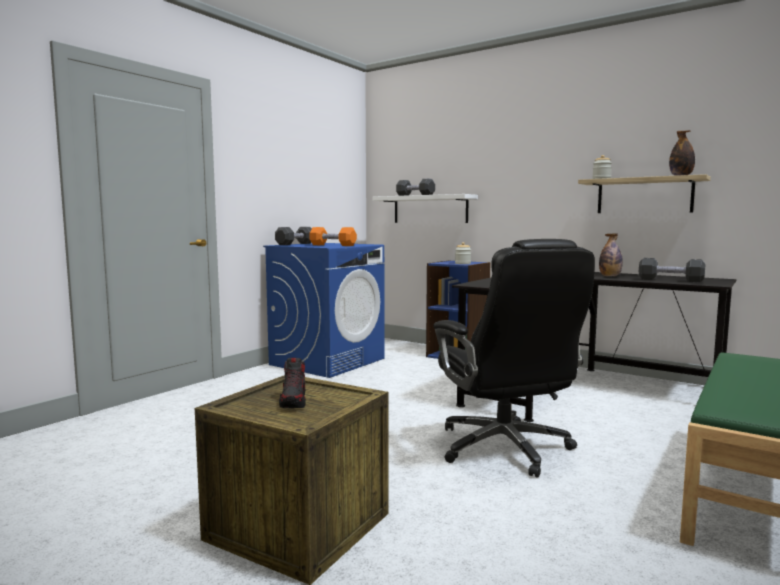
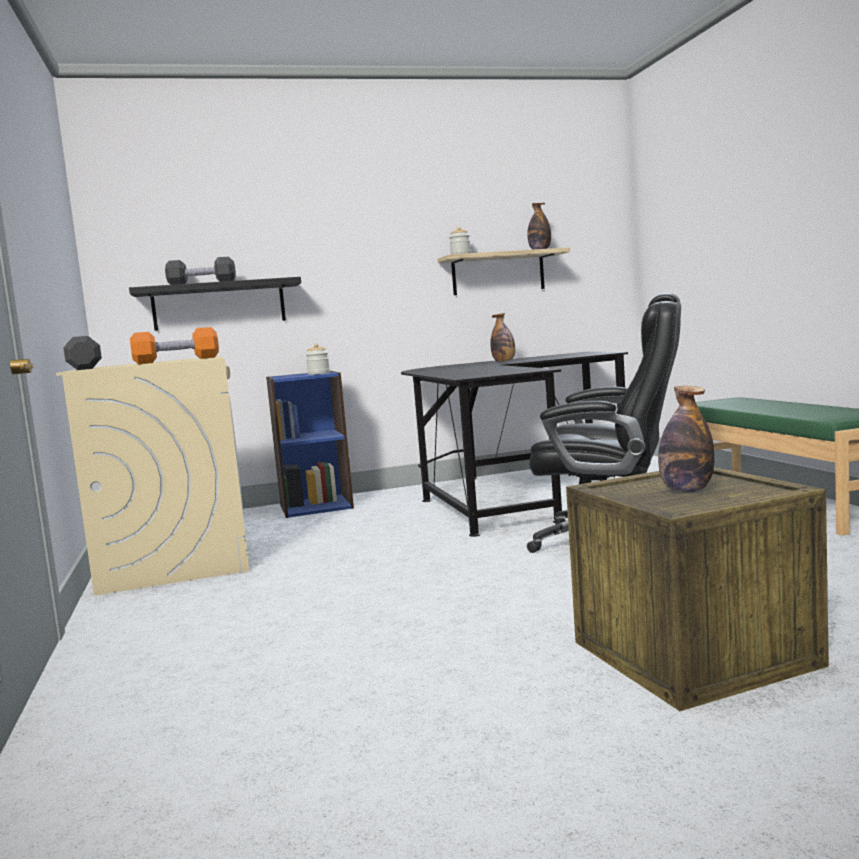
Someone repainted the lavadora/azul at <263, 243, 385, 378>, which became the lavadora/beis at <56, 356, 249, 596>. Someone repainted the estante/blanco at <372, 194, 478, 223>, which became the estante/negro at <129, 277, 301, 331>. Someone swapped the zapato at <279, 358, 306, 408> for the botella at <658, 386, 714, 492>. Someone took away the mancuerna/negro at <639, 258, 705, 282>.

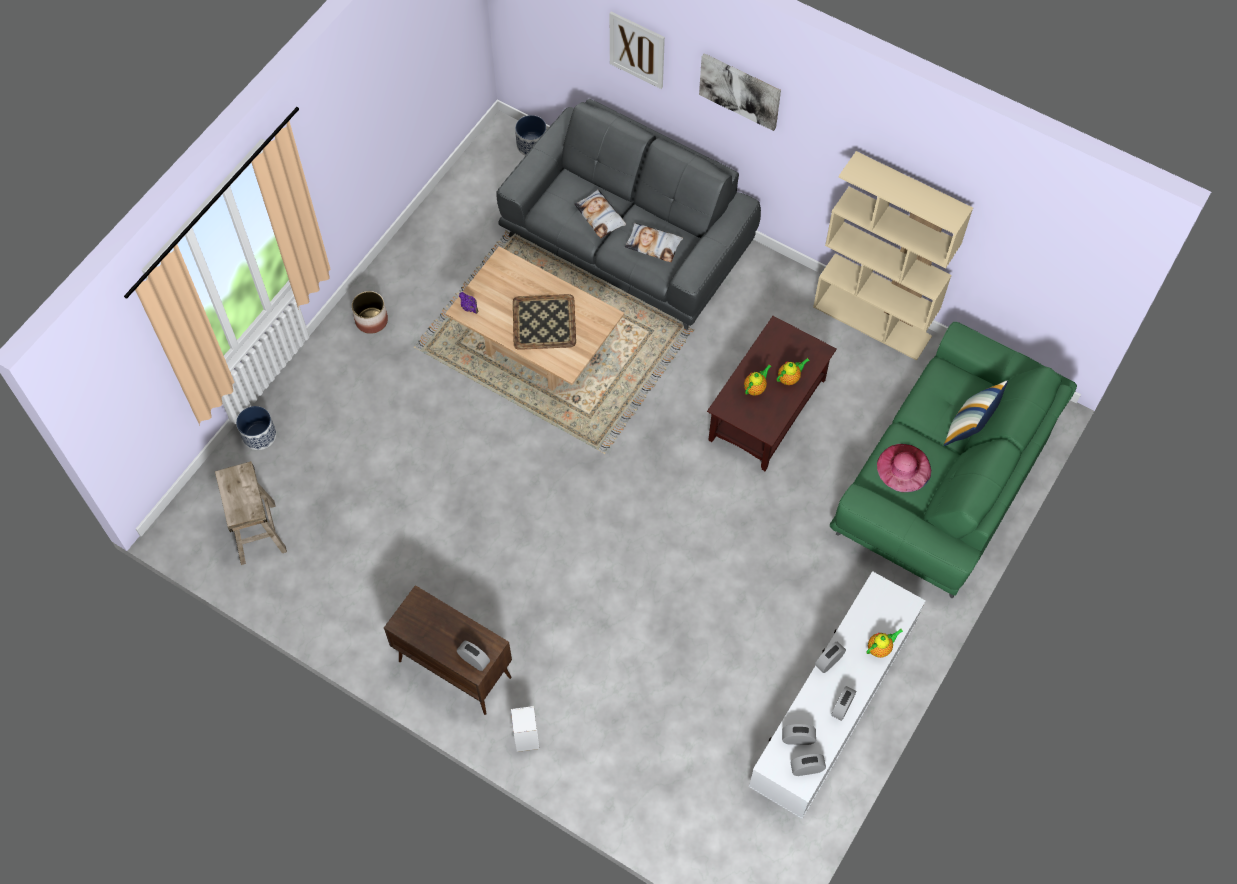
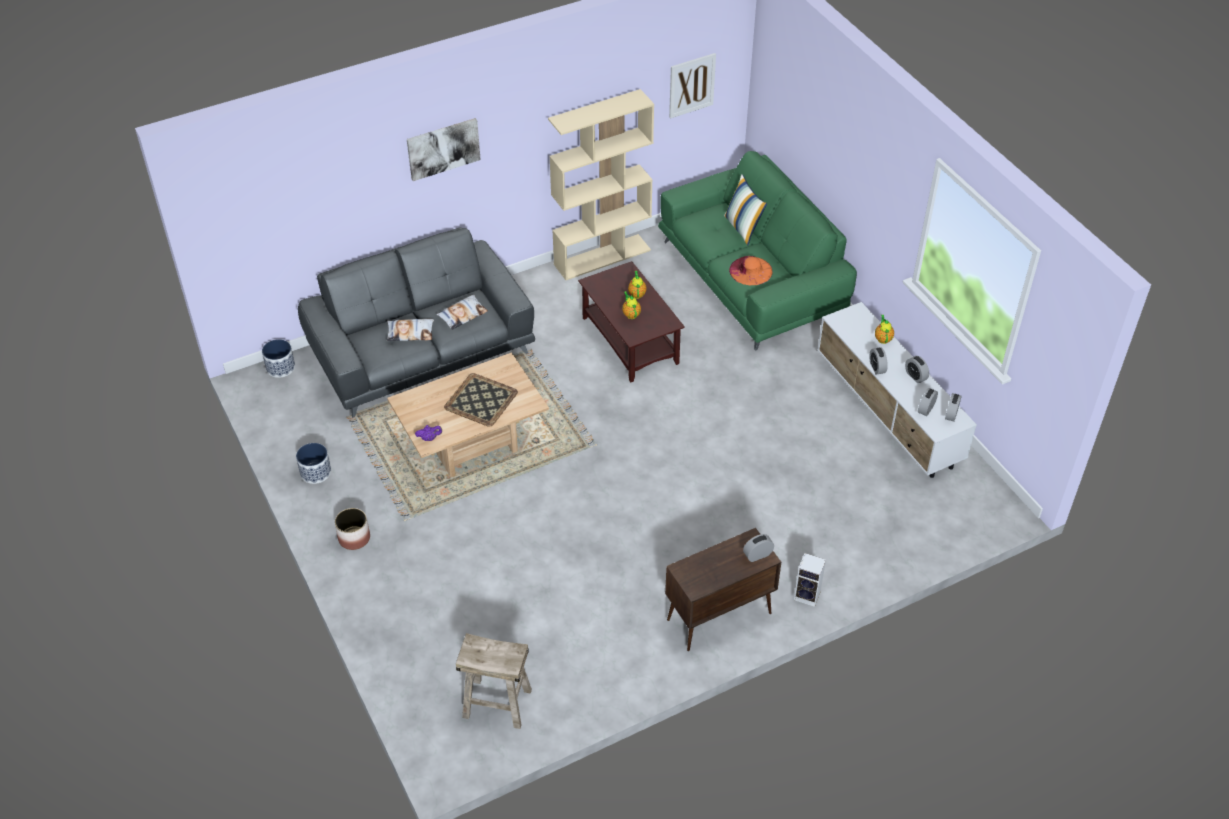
Someone carried the maceta from <236, 406, 276, 450> to <296, 443, 331, 484>. Someone carried the cuadro from <610, 12, 665, 89> to <669, 53, 716, 119>. Someone repainted the sombrero/rosa at <877, 444, 931, 492>, which became the sombrero/naranja at <729, 256, 772, 286>.

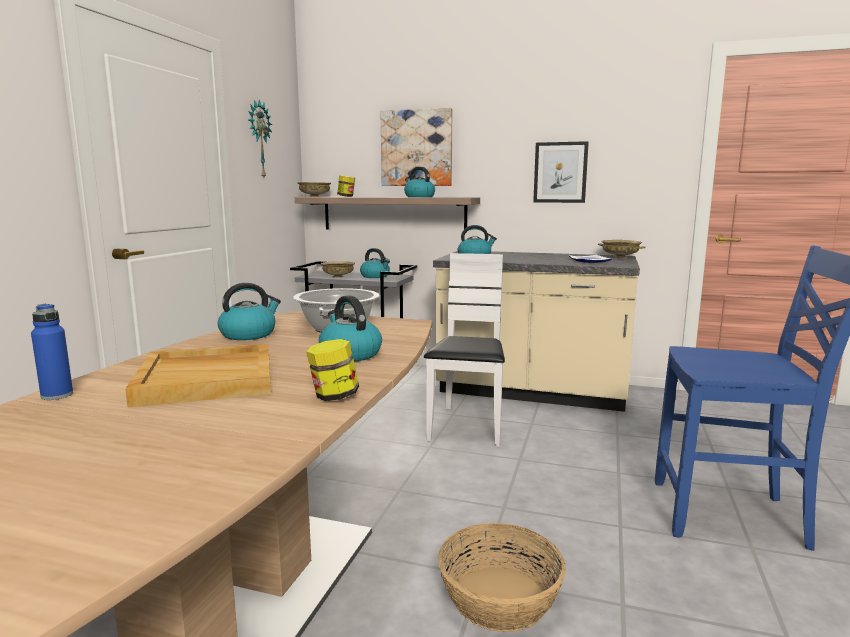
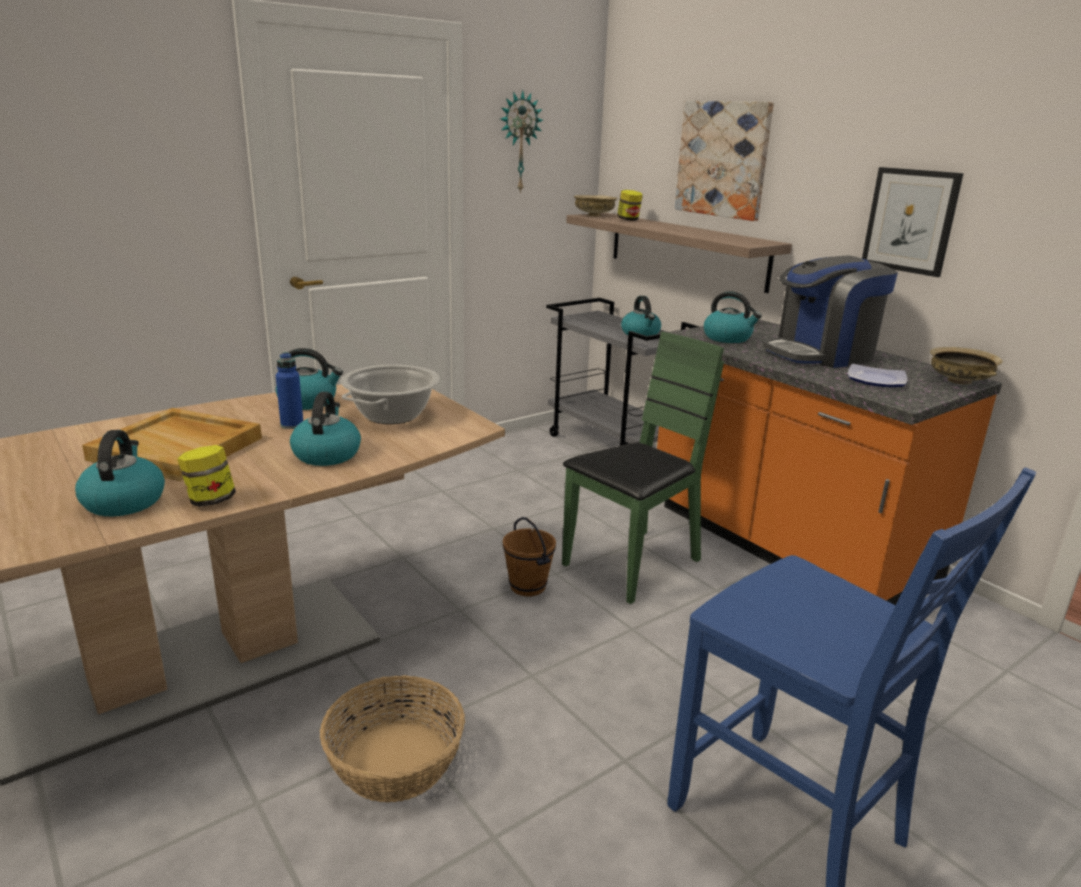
Someone carried the hervidor from <404, 167, 435, 197> to <75, 430, 165, 516>. Someone carried the botella/azul from <31, 304, 73, 400> to <276, 352, 303, 429>. Someone put down the cubo/marrón at <503, 517, 556, 597>. Someone repainted the silla/blanco at <424, 253, 505, 447>, which became the silla/verde at <562, 332, 724, 604>. Someone repainted the mueble bajo de cocina/beis at <433, 251, 640, 412>, which became the mueble bajo de cocina/naranja at <657, 319, 1002, 605>. Someone put down the cafetera at <763, 256, 898, 368>. Someone took away the cuenco/beis at <321, 261, 355, 278>.

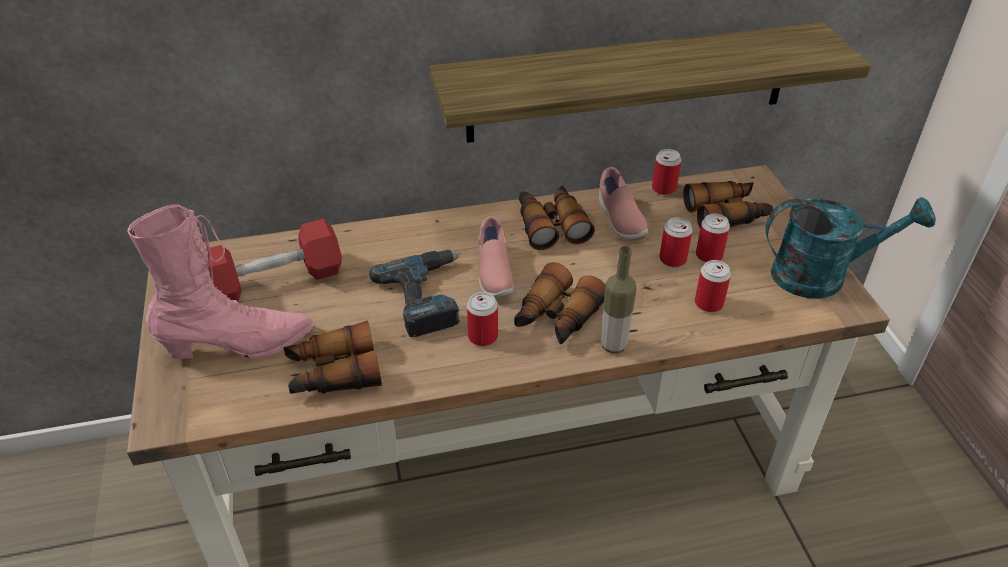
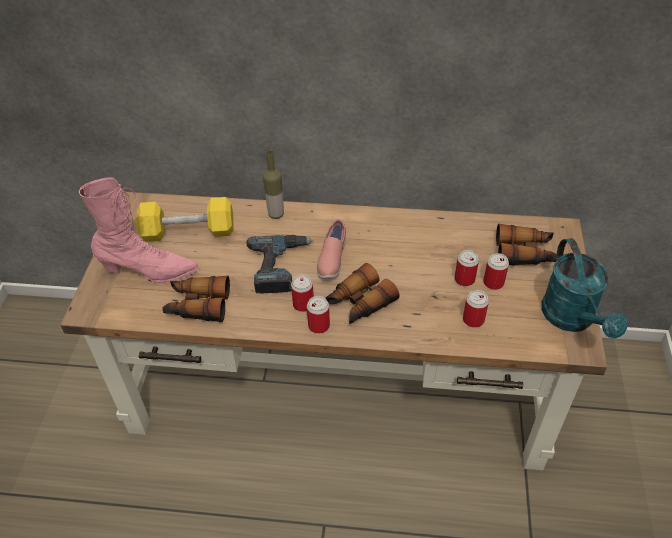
Someone repainted the mancuerna/rojo at <205, 219, 342, 302>, which became the mancuerna/amarillo at <136, 197, 234, 242>. Someone carried the botella from <601, 246, 637, 354> to <263, 151, 284, 219>. Someone carried the lata from <652, 149, 682, 195> to <307, 296, 330, 333>. Someone rotated the regadera/turquesa at <765, 197, 936, 298> by 60 degrees clockwise. Someone took away the estante at <429, 23, 871, 143>. Someone took away the prismáticos at <519, 186, 595, 250>. Someone took away the zapato/rosa at <599, 167, 648, 239>.

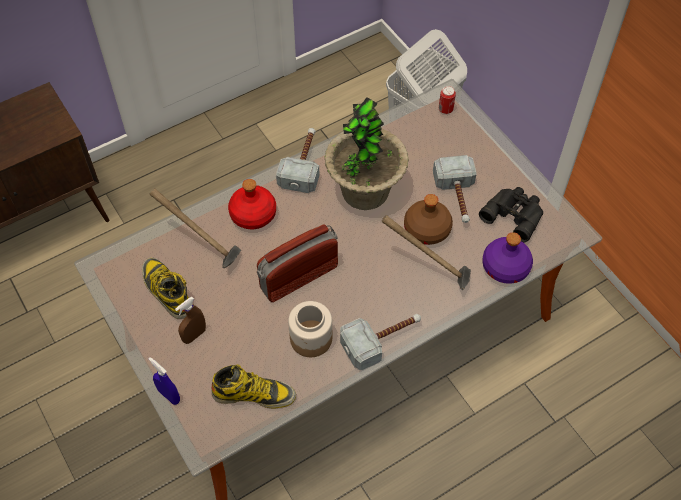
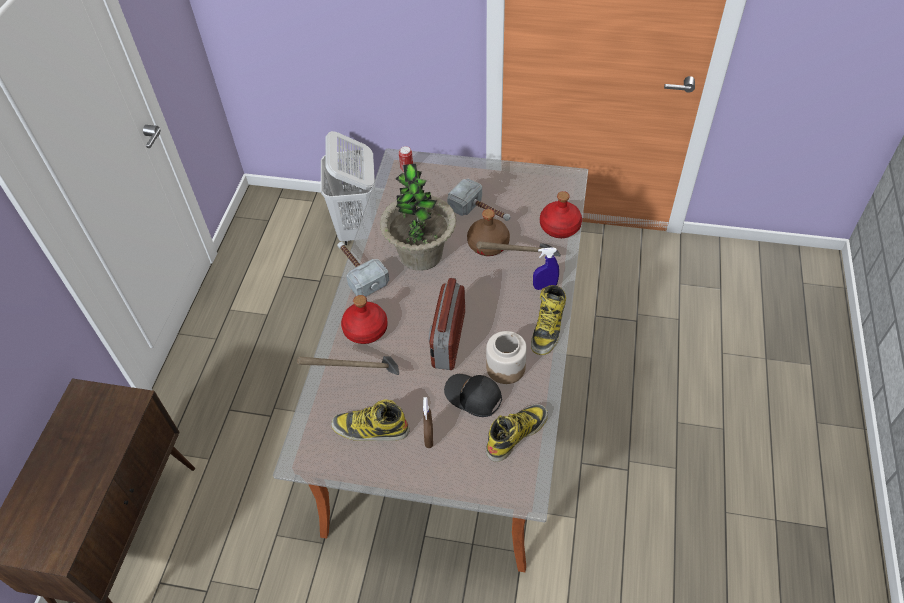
Someone put down the gorra/negro at <444, 374, 502, 417>. Someone swapped the martillo at <340, 314, 421, 370> for the bota at <531, 285, 566, 355>. Someone carried the pulverizador/azul from <148, 357, 180, 405> to <533, 247, 559, 290>. Someone repainted the botella/morado at <482, 232, 533, 284>, which became the botella/rojo at <540, 191, 582, 238>. Someone took away the prismáticos/negro at <479, 187, 543, 243>.

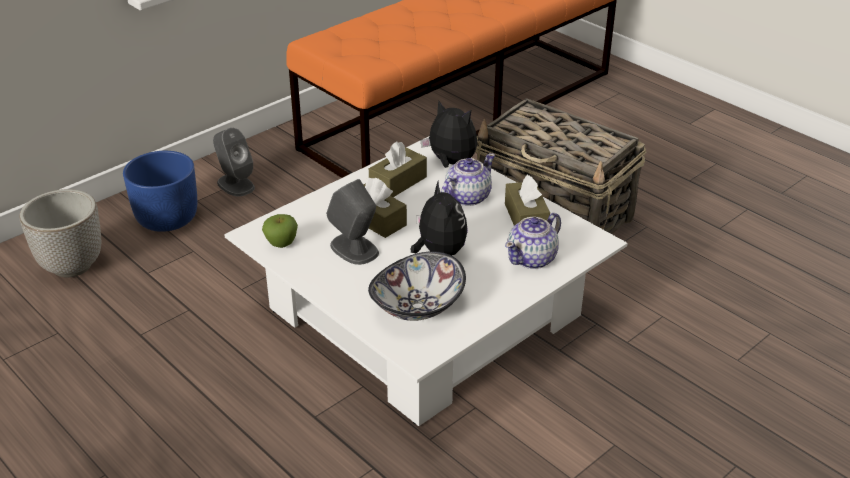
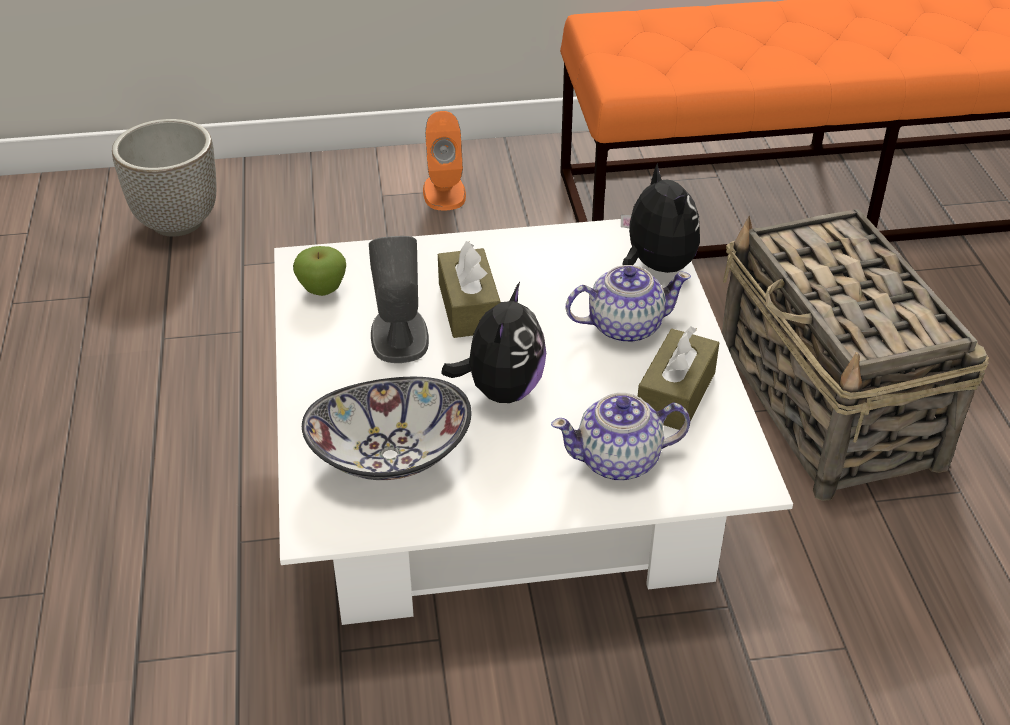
Someone repainted the altavoz/gris at <213, 128, 255, 196>, which became the altavoz/naranja at <423, 111, 466, 211>. Someone took away the maceta/azul at <123, 151, 197, 232>. Someone took away the caja de pañuelos/marrón at <369, 141, 427, 197>.

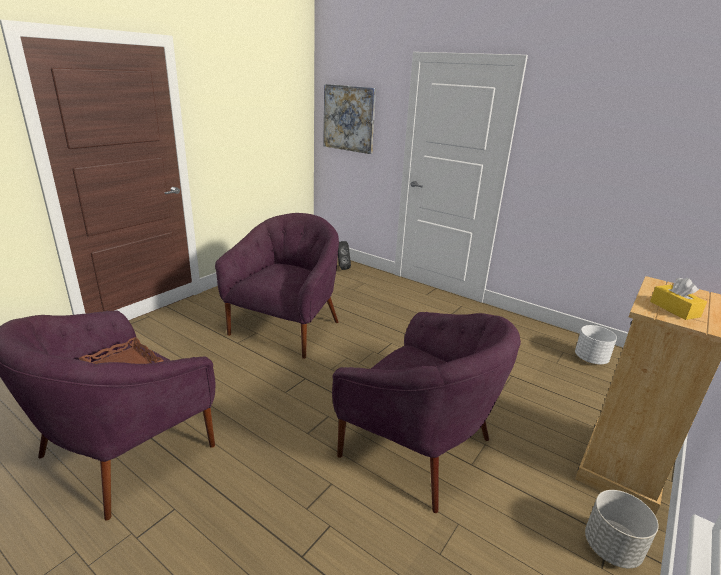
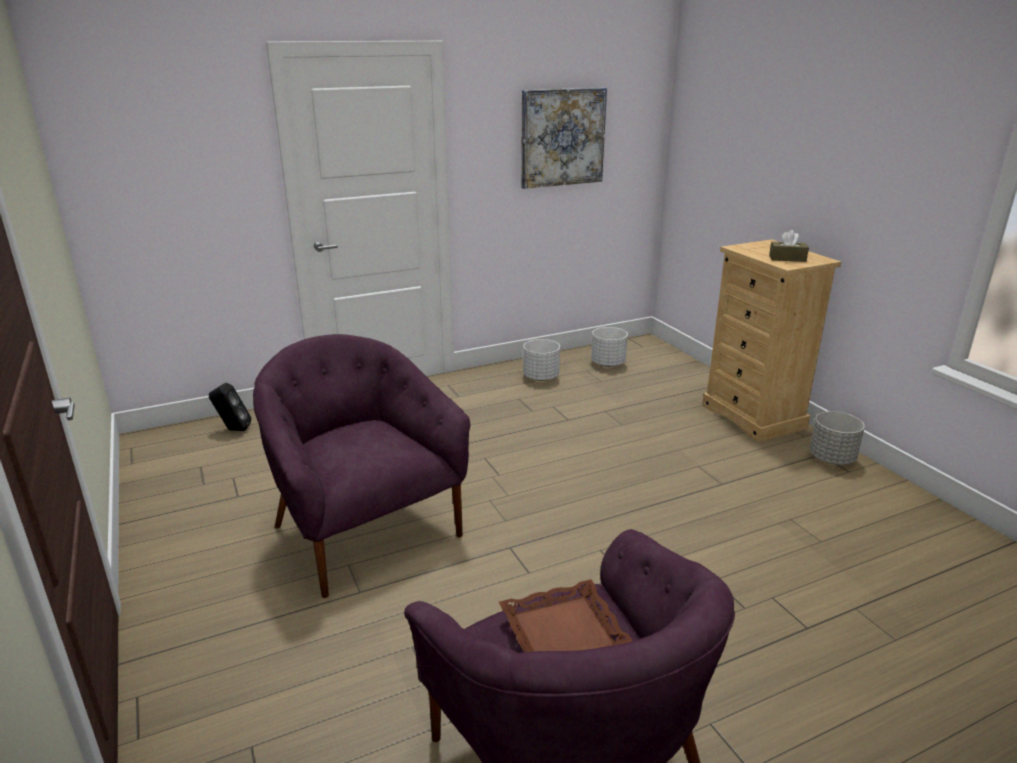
Someone carried the cuadro from <323, 84, 376, 154> to <521, 87, 607, 189>. Someone put down the maceta/blanco at <523, 339, 560, 381>. Someone repainted the caja de pañuelos/amarillo at <650, 278, 707, 320>, which became the caja de pañuelos/marrón at <769, 230, 809, 262>. Someone took away the sillón/morado at <332, 312, 521, 513>.

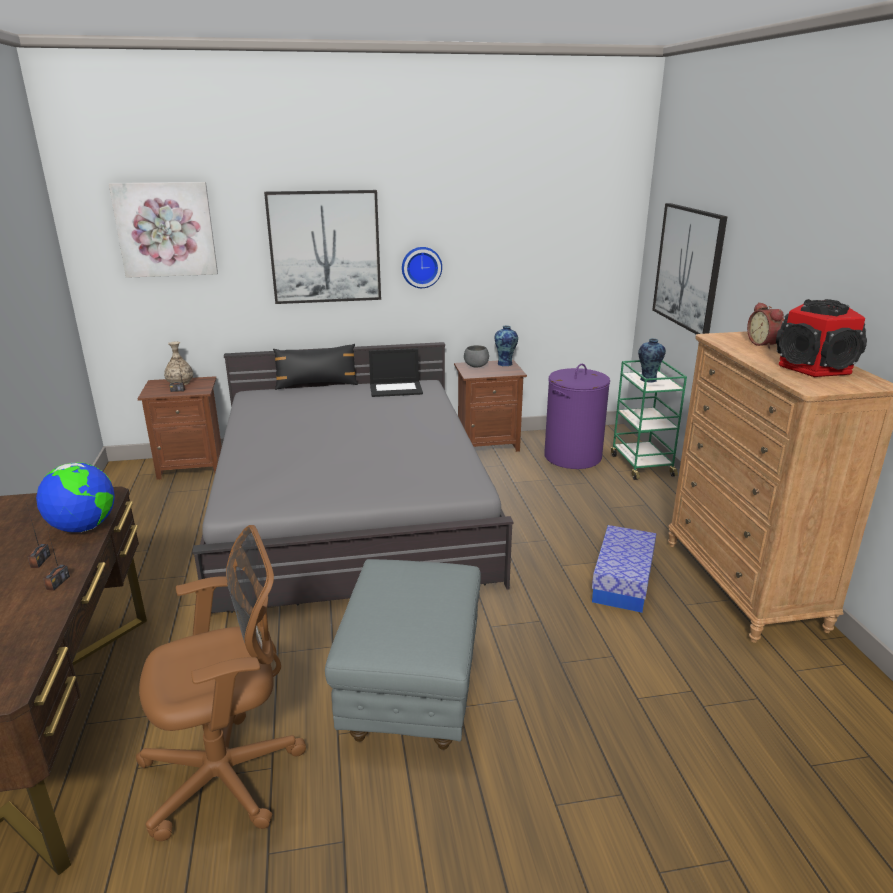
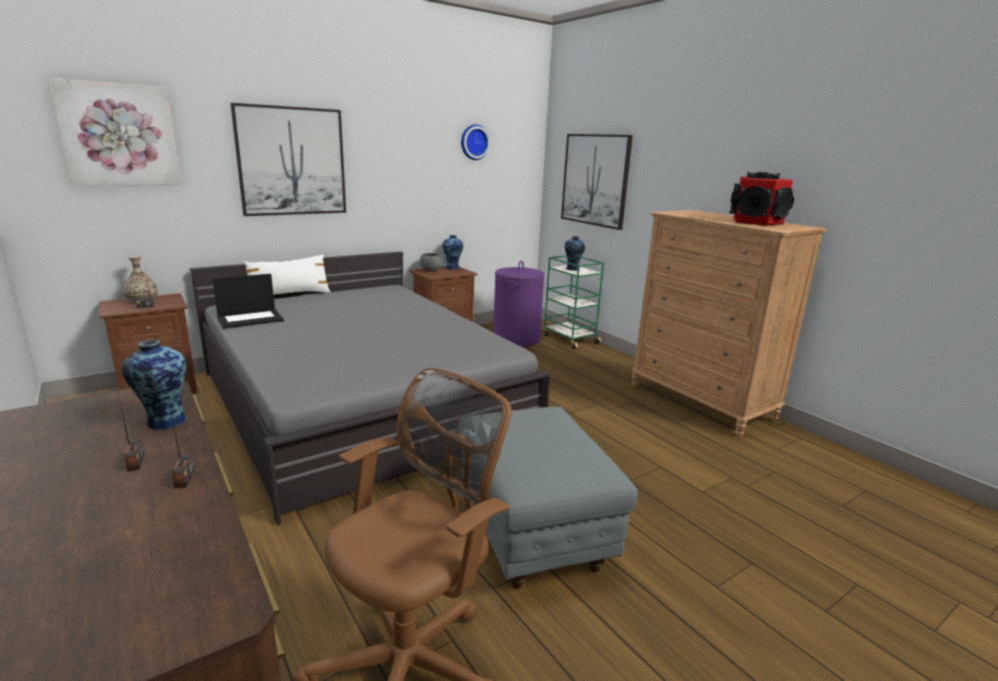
Someone swapped the globo terráqueo at <36, 463, 115, 532> for the florero at <121, 340, 187, 430>. Someone carried the portátil from <369, 348, 423, 397> to <212, 274, 284, 329>. Someone repainted the cojín/negro at <273, 344, 358, 390>, which became the cojín/blanco at <243, 254, 331, 295>. Someone carried the reloj de pared from <402, 247, 442, 288> to <461, 124, 490, 160>. Someone took away the caja de almacenaje at <592, 525, 656, 613>. Someone took away the despertador at <747, 302, 784, 349>.

